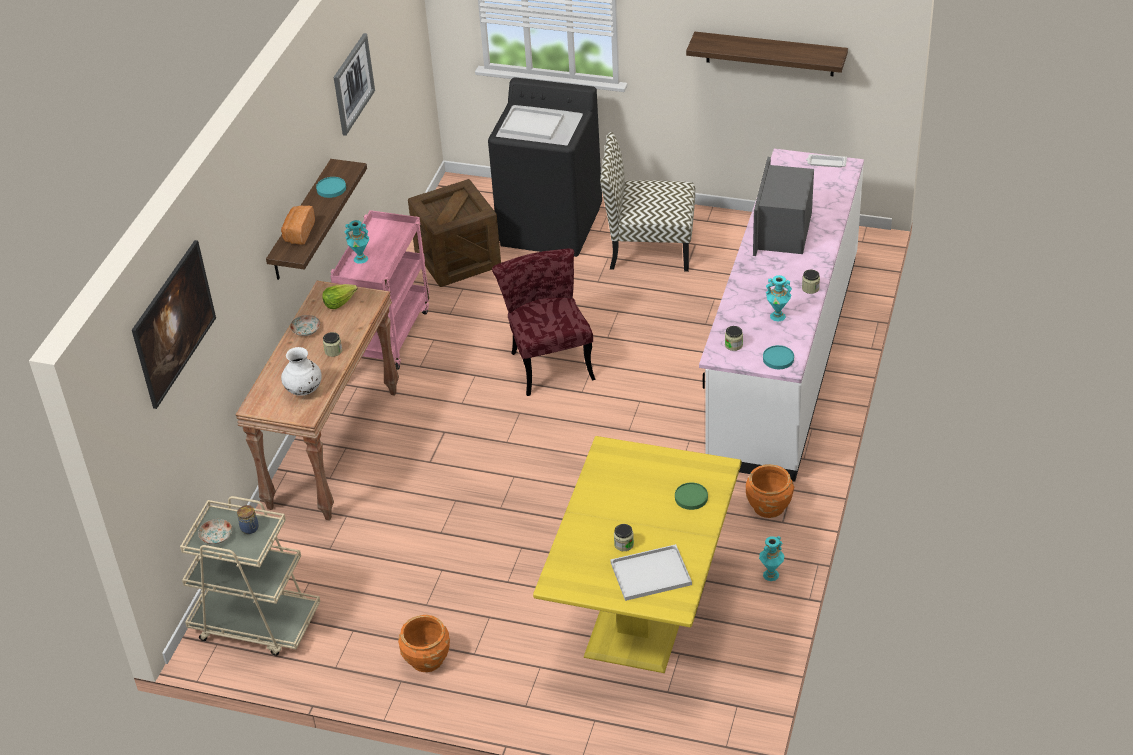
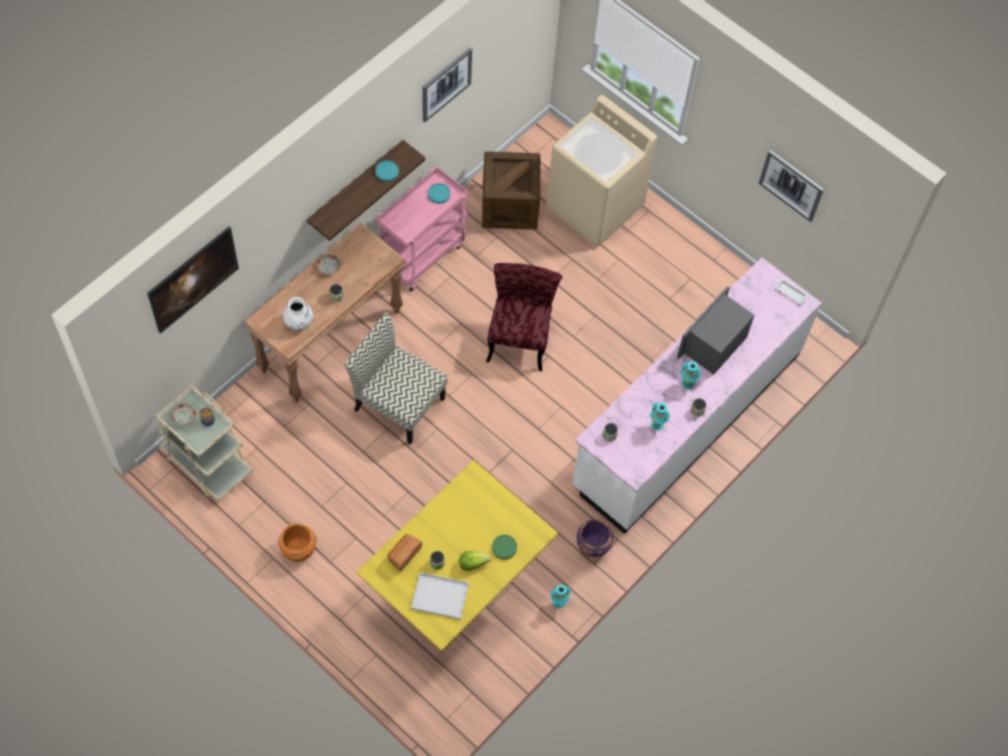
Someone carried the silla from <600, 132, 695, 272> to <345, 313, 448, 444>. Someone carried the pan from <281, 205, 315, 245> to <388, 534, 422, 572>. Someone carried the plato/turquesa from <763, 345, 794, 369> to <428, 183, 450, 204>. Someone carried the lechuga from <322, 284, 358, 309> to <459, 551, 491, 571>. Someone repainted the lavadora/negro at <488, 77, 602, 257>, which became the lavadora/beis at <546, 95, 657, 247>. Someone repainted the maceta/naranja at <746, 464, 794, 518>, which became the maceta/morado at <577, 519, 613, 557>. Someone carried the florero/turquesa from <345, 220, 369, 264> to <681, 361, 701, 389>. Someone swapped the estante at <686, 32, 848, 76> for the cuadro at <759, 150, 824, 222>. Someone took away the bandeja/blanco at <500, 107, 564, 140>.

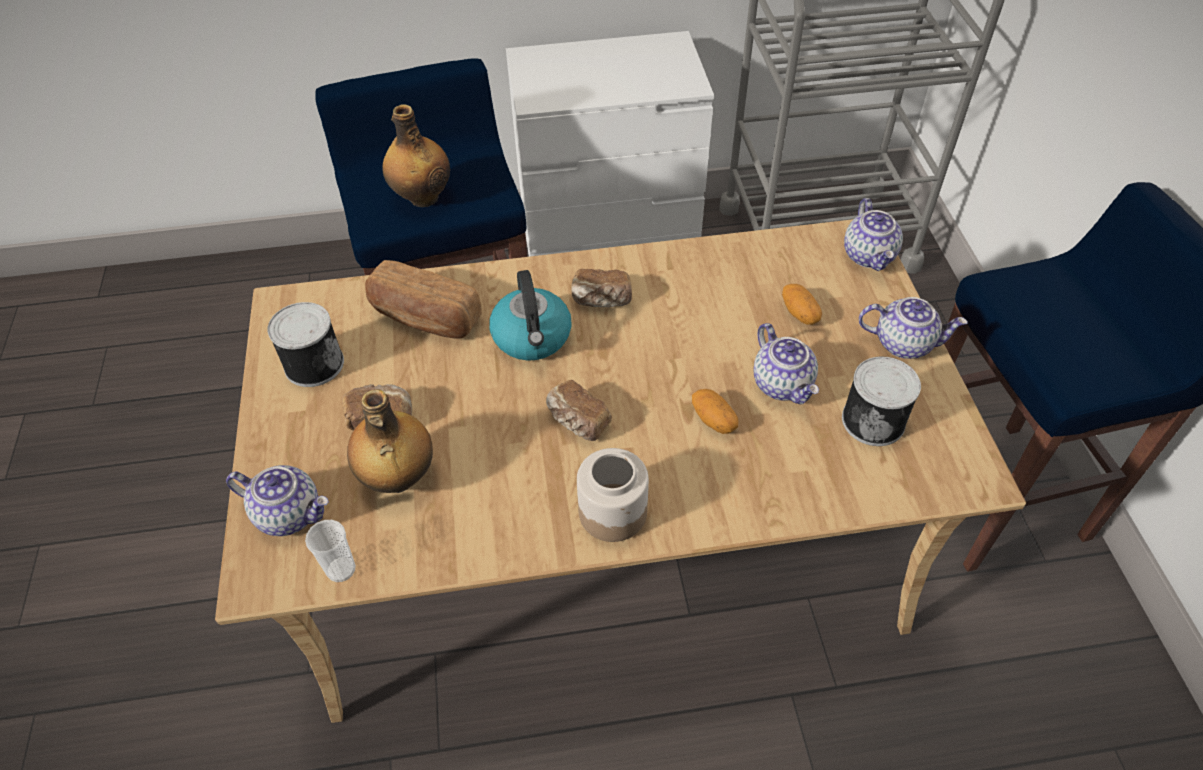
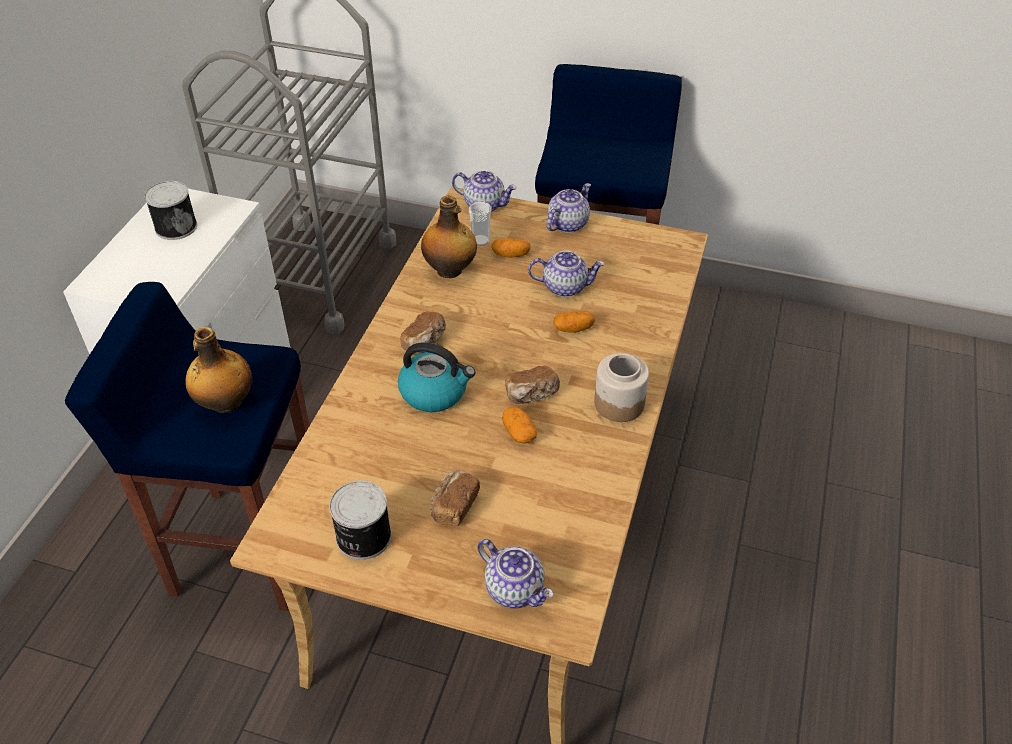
Someone carried the lata from <842, 357, 921, 446> to <144, 181, 197, 240>. Someone carried the botella from <347, 389, 433, 493> to <421, 195, 477, 278>. Someone carried the taza from <305, 520, 356, 582> to <469, 202, 492, 246>. Someone rotated the tetera at <226, 465, 329, 536> by 90 degrees clockwise. Someone put down the patata at <502, 407, 537, 444>. Someone took away the pan at <365, 260, 482, 339>.

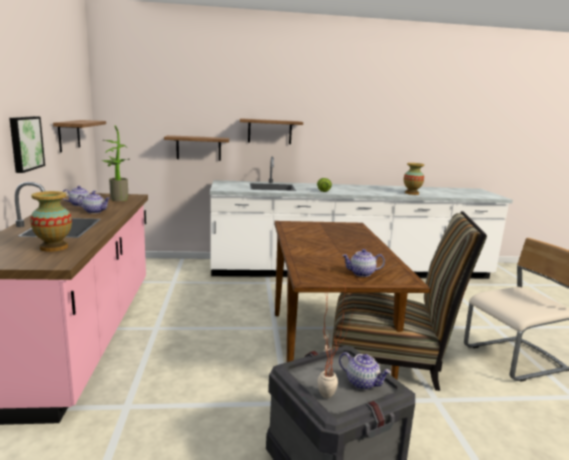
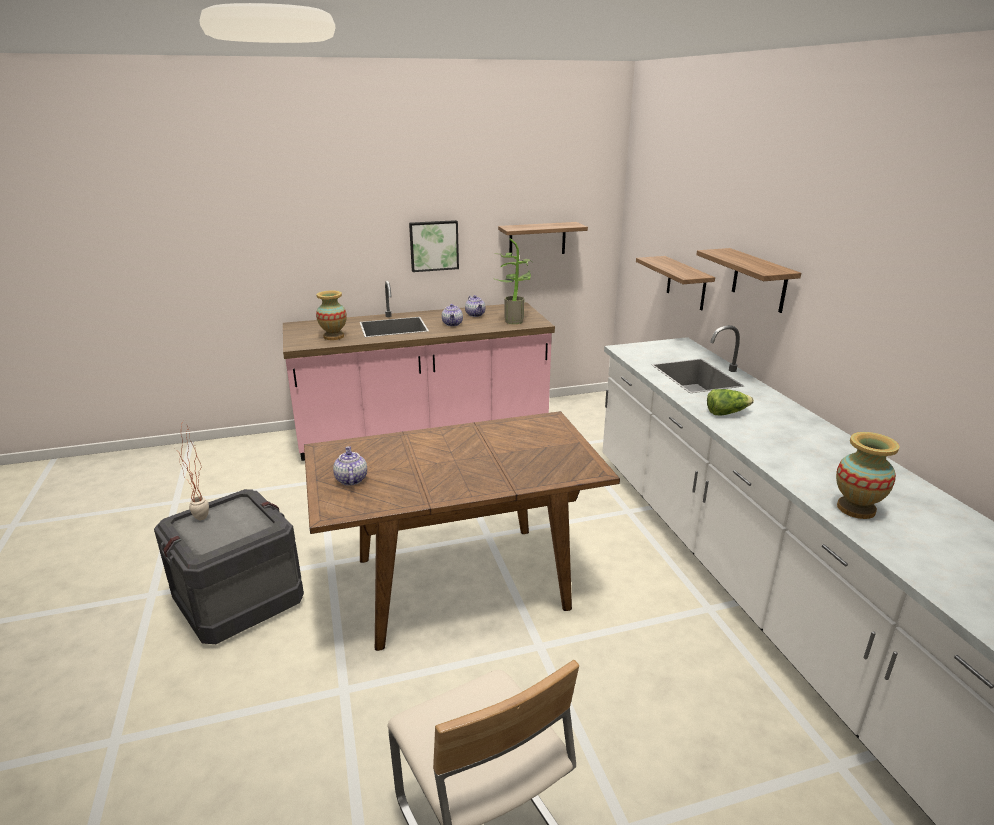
Someone took away the silla at <332, 211, 487, 391>. Someone took away the tetera at <339, 352, 391, 390>.

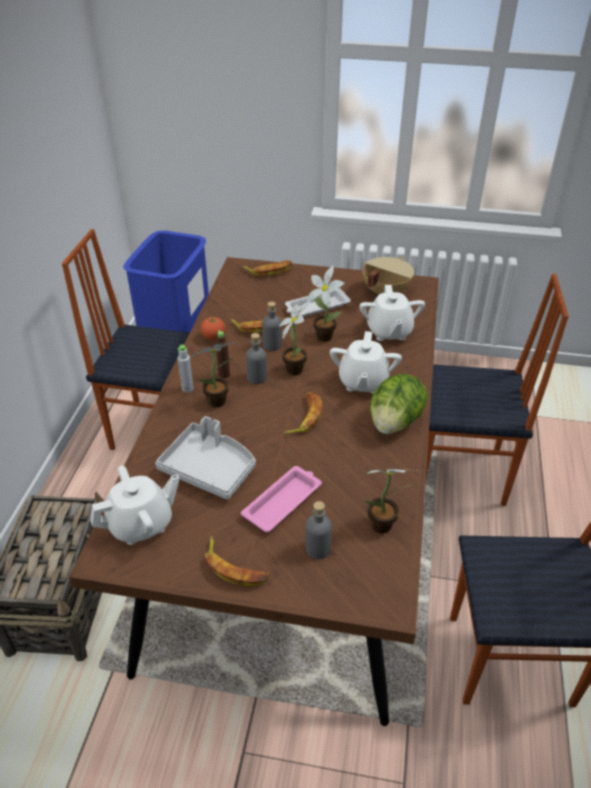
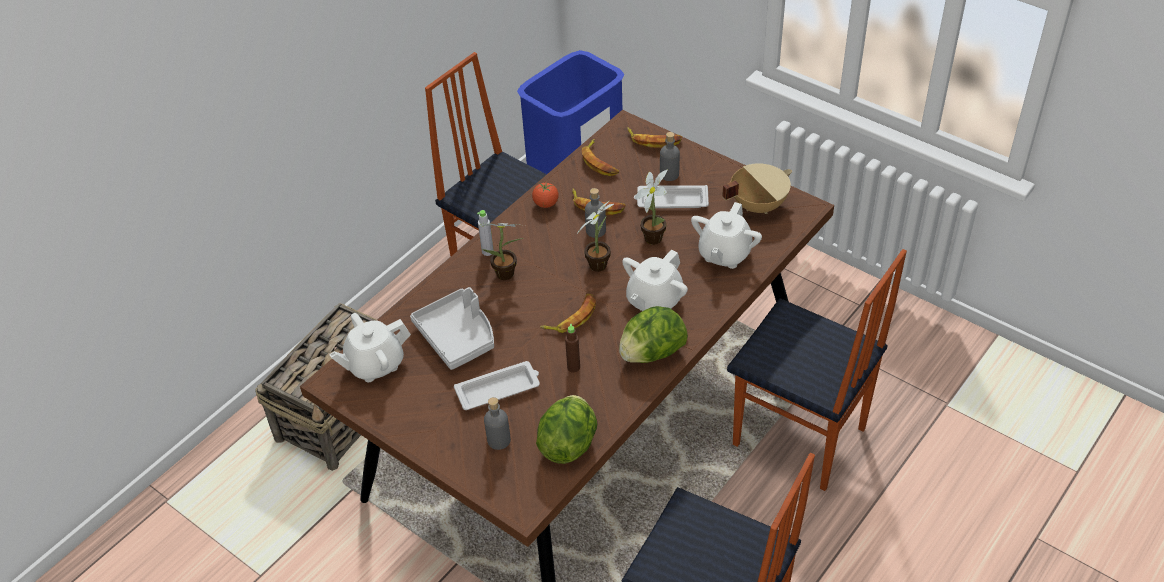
Someone rotated the tetera/blanco at <90, 466, 180, 545> by 150 degrees clockwise. Someone repainted the bandeja/rosa at <241, 466, 322, 533>, which became the bandeja/blanco at <454, 361, 540, 410>. Someone swapped the planta en maceta at <361, 469, 416, 534> for the lechuga at <536, 395, 597, 464>. Someone carried the botella/marrón from <216, 330, 230, 379> to <565, 324, 580, 373>. Someone carried the plátano from <205, 536, 270, 587> to <582, 139, 619, 176>. Someone carried the botella/gris from <246, 333, 267, 384> to <660, 132, 680, 181>.

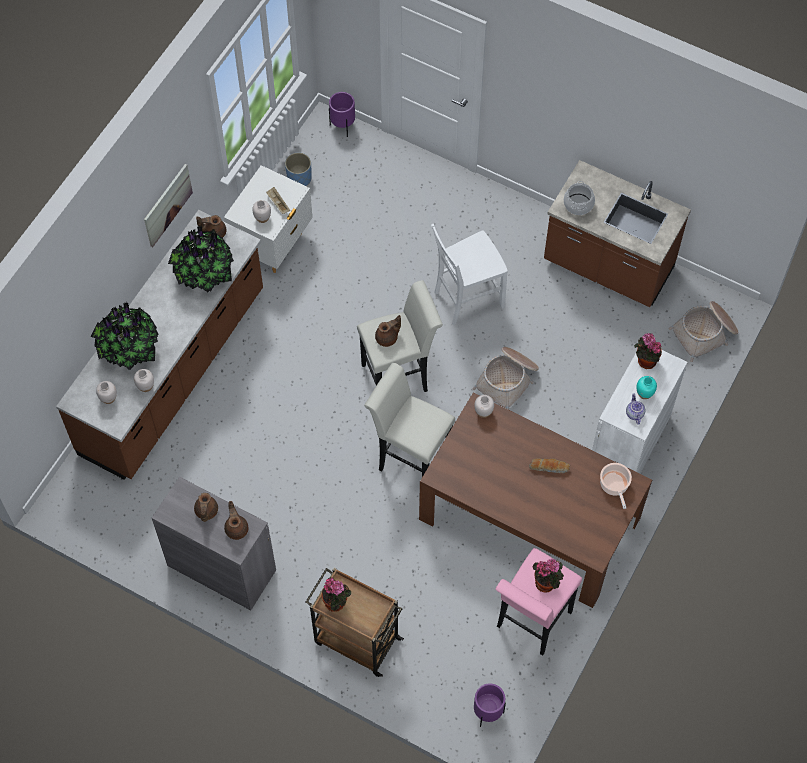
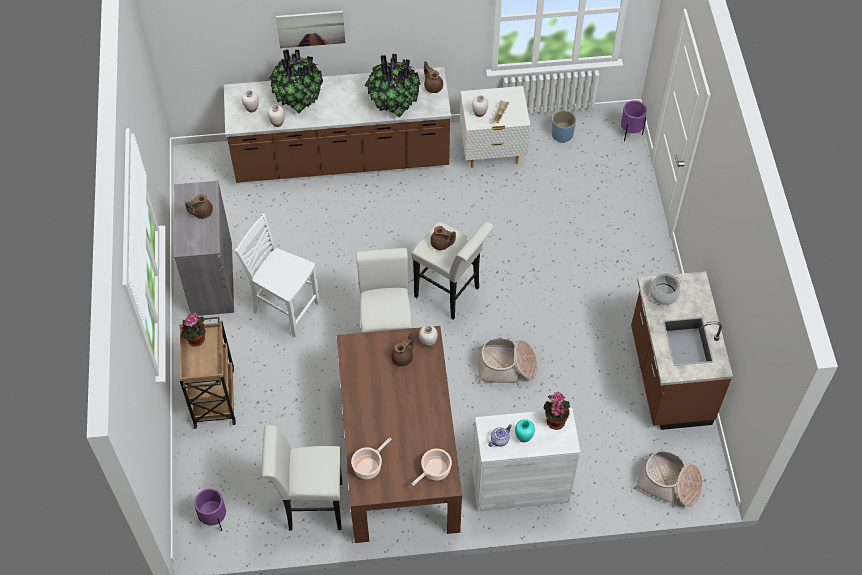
Someone carried the silla/blanco from <431, 224, 508, 325> to <235, 213, 320, 337>. Someone repainted the taburete/rosa at <495, 548, 582, 655>, which became the taburete/blanco at <261, 425, 342, 530>. Someone carried the cuadro from <144, 164, 193, 247> to <276, 11, 345, 48>. Someone put down the olla at <351, 437, 392, 479>. Someone carried the tetera/marrón from <224, 501, 249, 540> to <391, 333, 414, 366>. Someone took away the pan at <529, 458, 570, 473>. Someone took away the planta en maceta at <532, 559, 564, 593>.

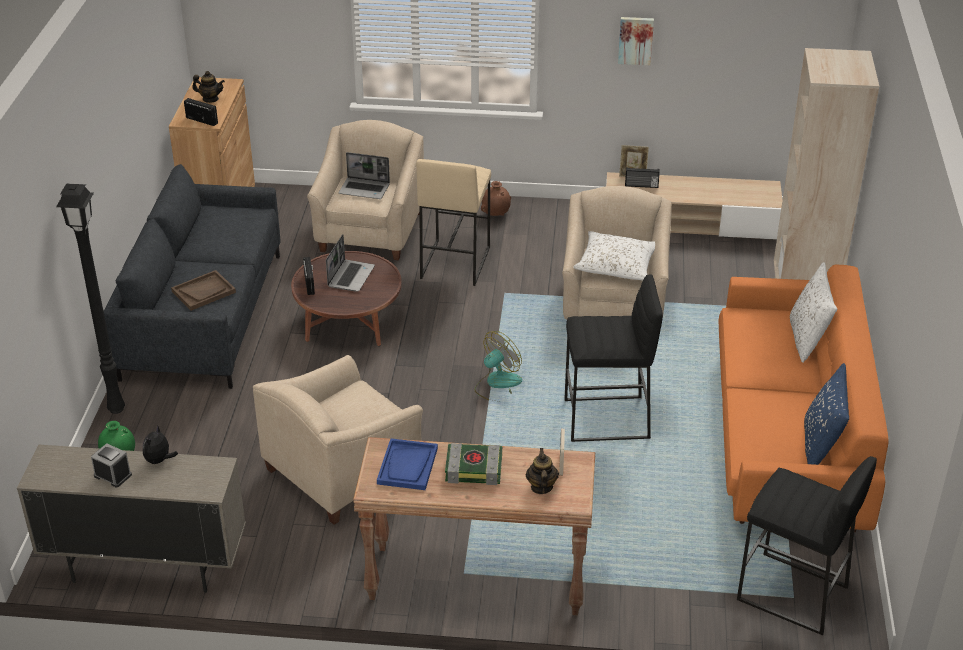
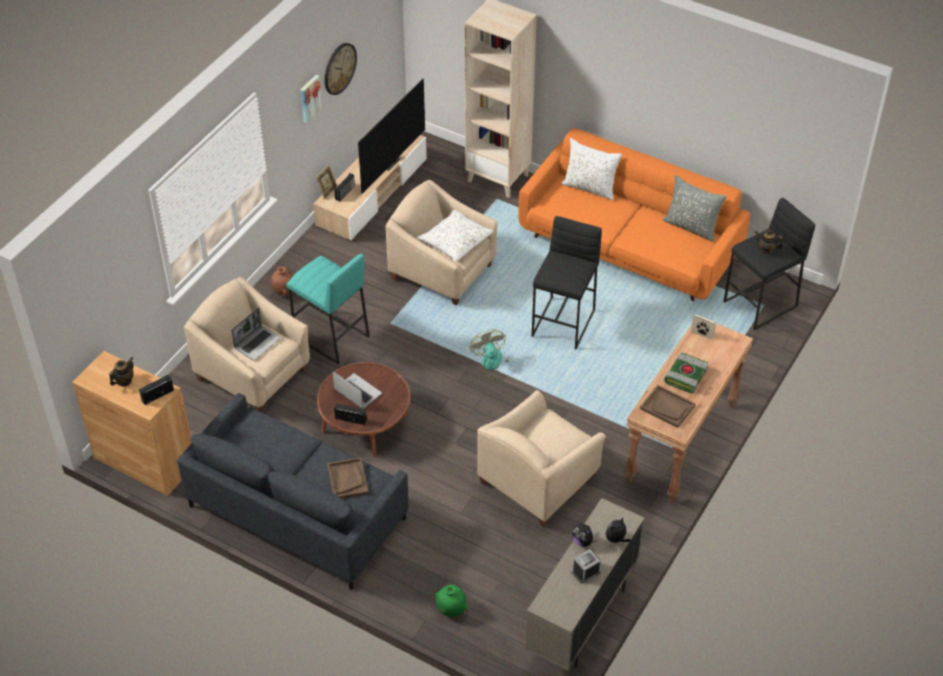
Someone repainted the taburete/beis at <416, 159, 491, 286>, which became the taburete/turquesa at <286, 254, 370, 365>. Someone put up the reloj de pared at <325, 43, 357, 95>. Someone put down the televisor at <358, 79, 425, 194>. Someone rotated the sillón/beis at <253, 355, 423, 525> by 60 degrees clockwise. Someone put down the peluche at <606, 517, 631, 545>. Someone repainted the bandeja/azul at <377, 438, 438, 490>, which became the bandeja/marrón at <640, 385, 695, 428>. Someone repainted the cojín/azul at <804, 363, 849, 465>, which became the cojín/gris at <663, 175, 727, 242>. Someone carried the tetera from <526, 448, 559, 494> to <755, 229, 783, 255>. Someone took away the lámpara de pie/negro at <56, 183, 125, 414>.

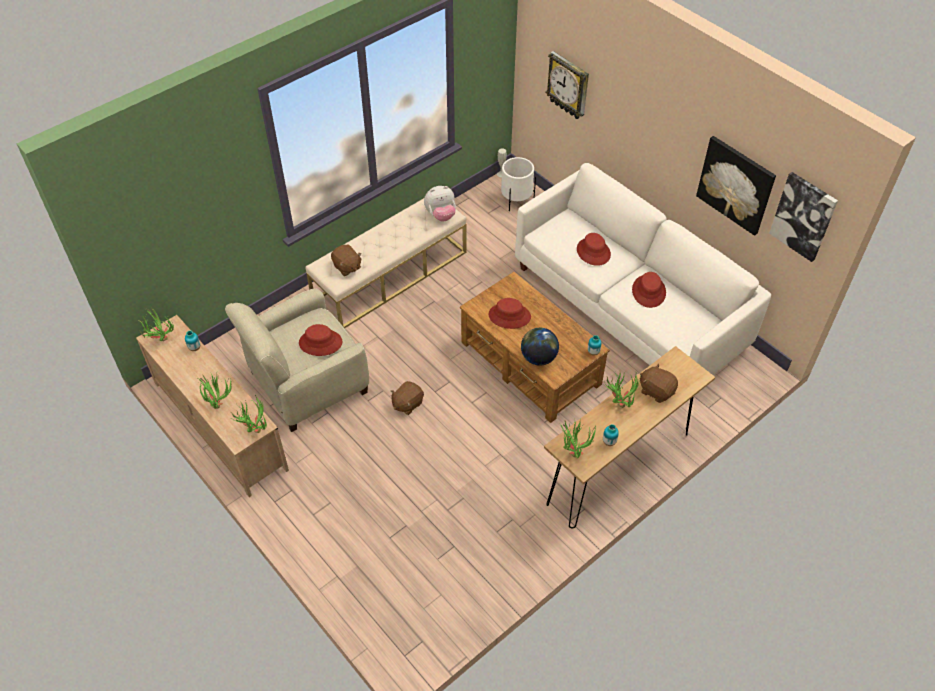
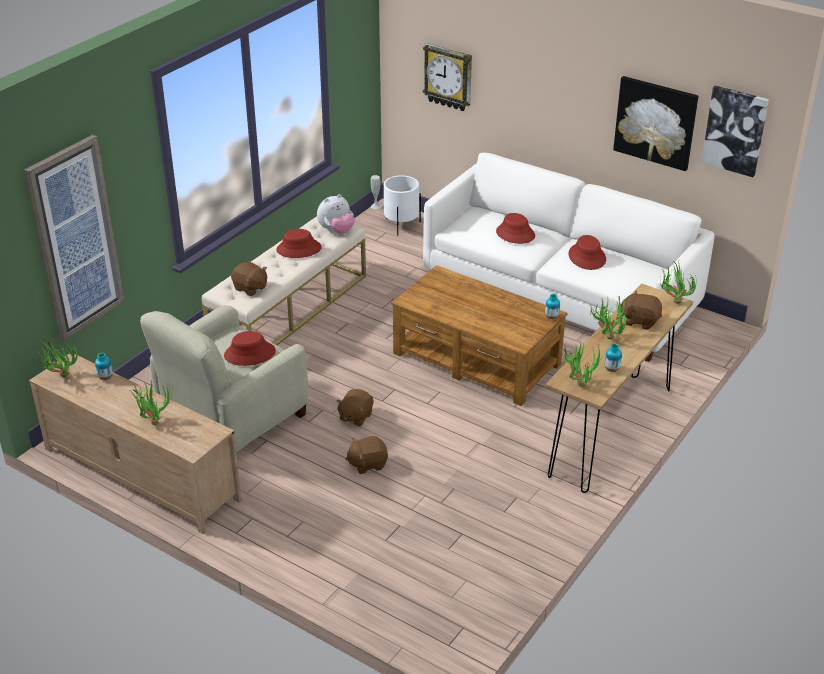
Someone put up the cuadro at <24, 135, 125, 341>. Someone carried the sombrero/rojo from <488, 298, 531, 329> to <276, 229, 322, 258>. Someone put down the peluche/marrón at <345, 436, 388, 474>. Someone carried the planta en maceta from <231, 395, 267, 433> to <660, 260, 696, 304>. Someone took away the globo terráqueo at <521, 328, 559, 366>.

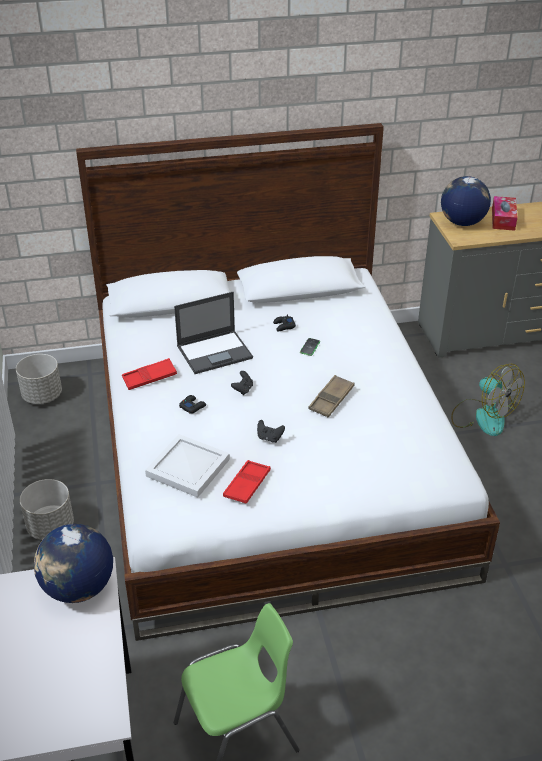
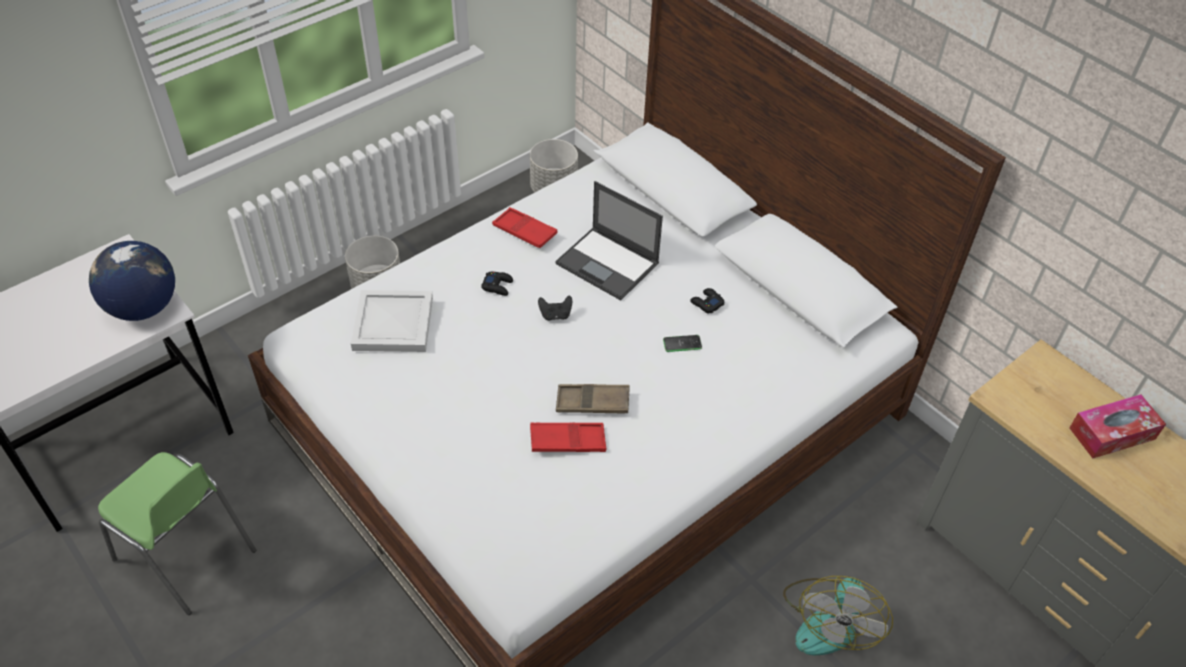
Someone carried the bandeja/rojo from <223, 460, 271, 504> to <530, 423, 606, 452>. Someone took away the mando de consola/negro at <257, 420, 285, 443>. Someone took away the globo terráqueo at <441, 176, 491, 226>.

